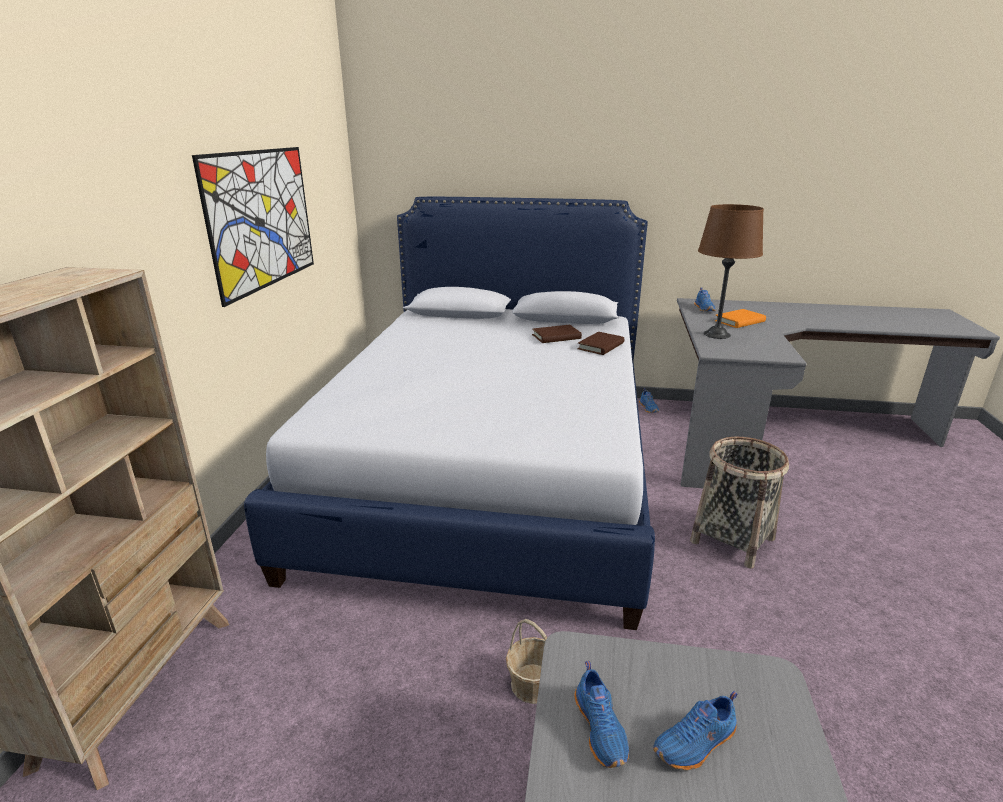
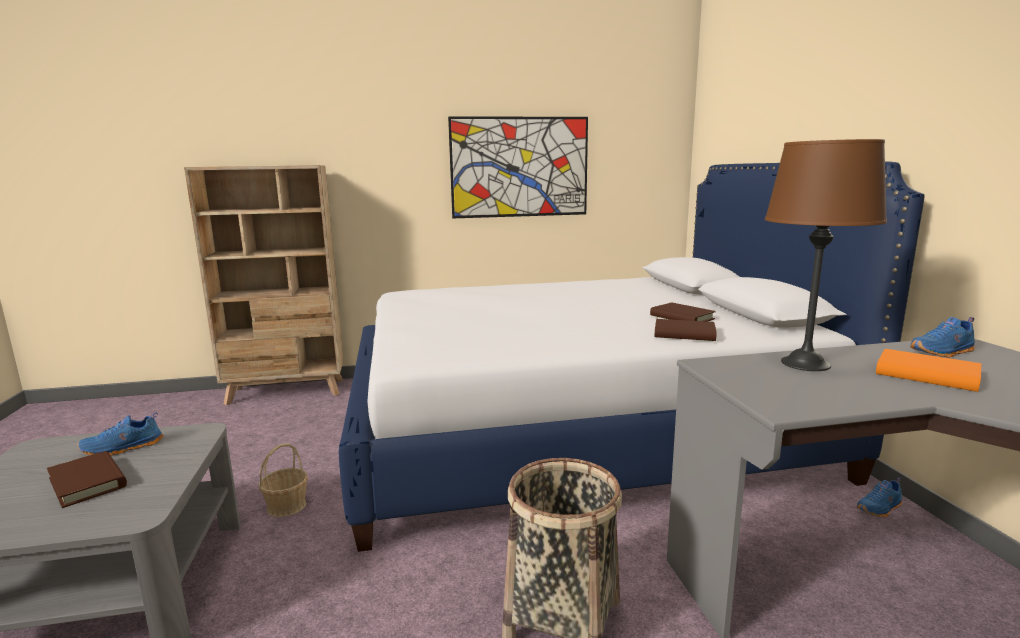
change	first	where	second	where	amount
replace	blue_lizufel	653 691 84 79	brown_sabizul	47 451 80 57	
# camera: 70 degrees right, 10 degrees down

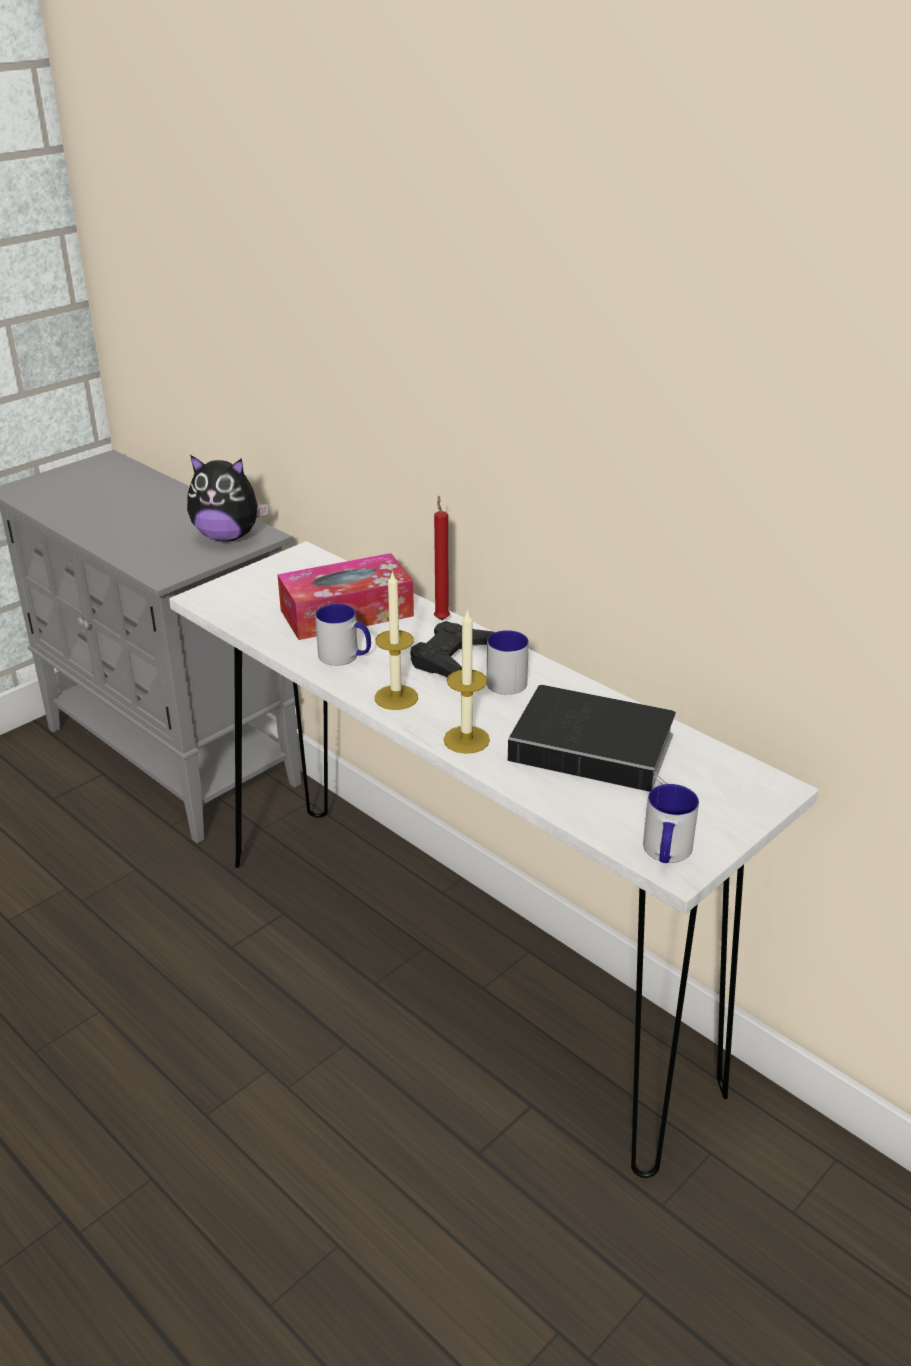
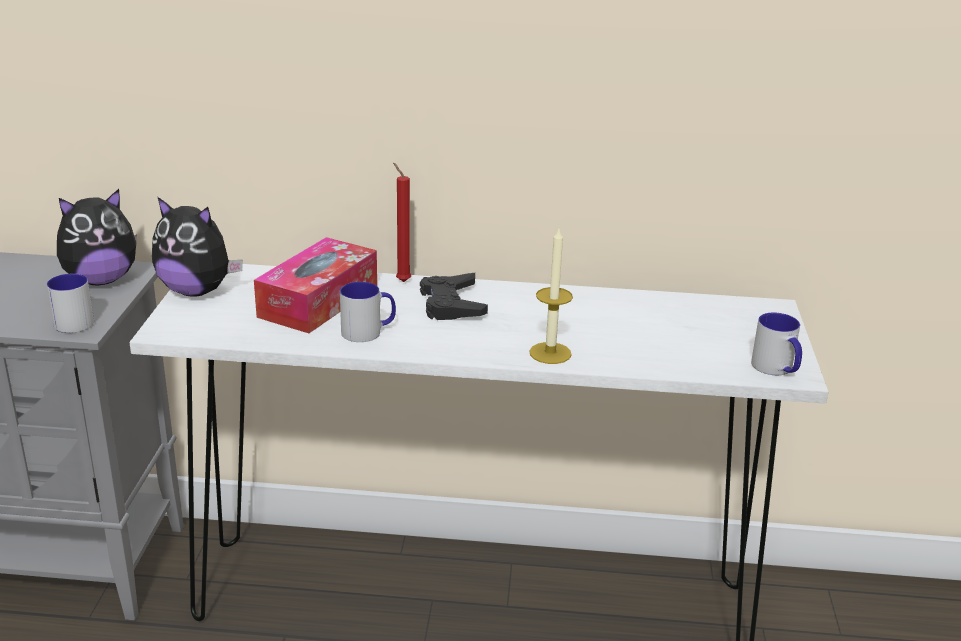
change	first	where	second	where	amount
move	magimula	487 630 42 65		47 274 47 59	
insert			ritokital	152 197 91 100	
delete	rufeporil	375 570 43 140			
delete	sabizul	508 685 168 107			
# camera: 40 degrees left, 5 degrees down

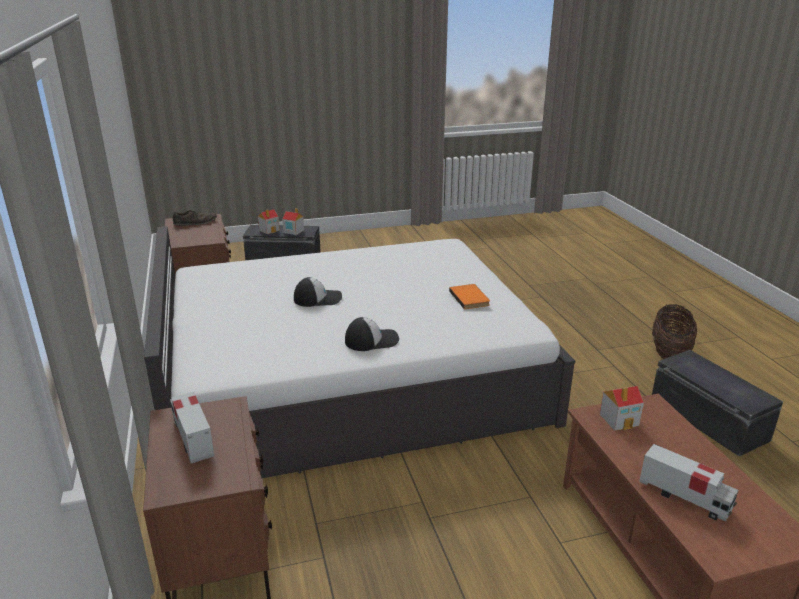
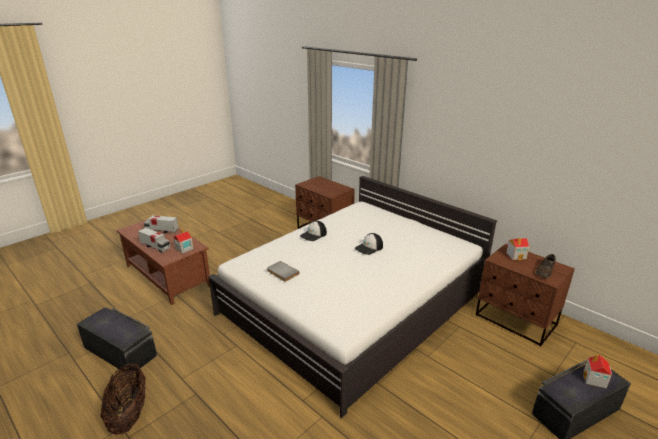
change	first	where	second	where	amount
move	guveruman	170 392 44 71		138 228 32 25	
recolor	orange_sabizul	449 284 41 25	grey_sabizul	267 261 33 21	
move	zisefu	282 208 22 27		506 238 23 22	
# camera: 150 degrees right, 0 degrees up

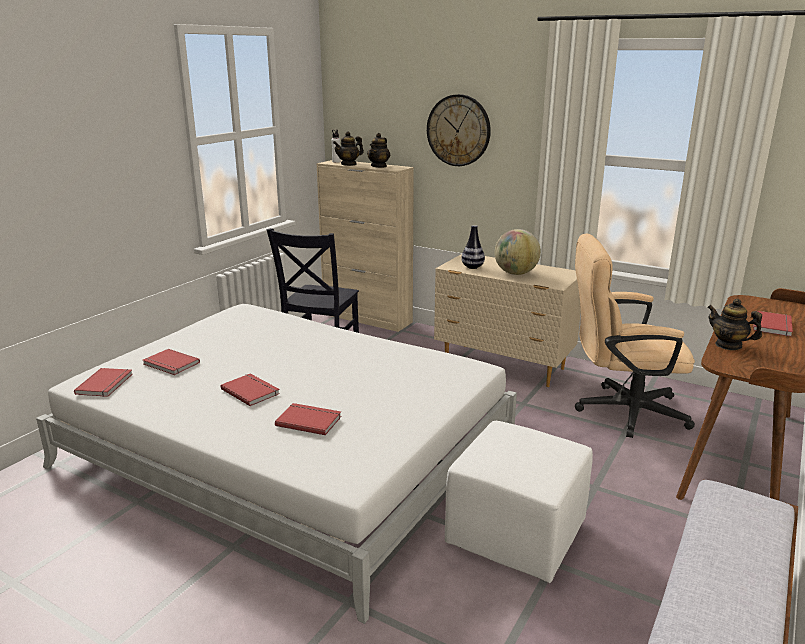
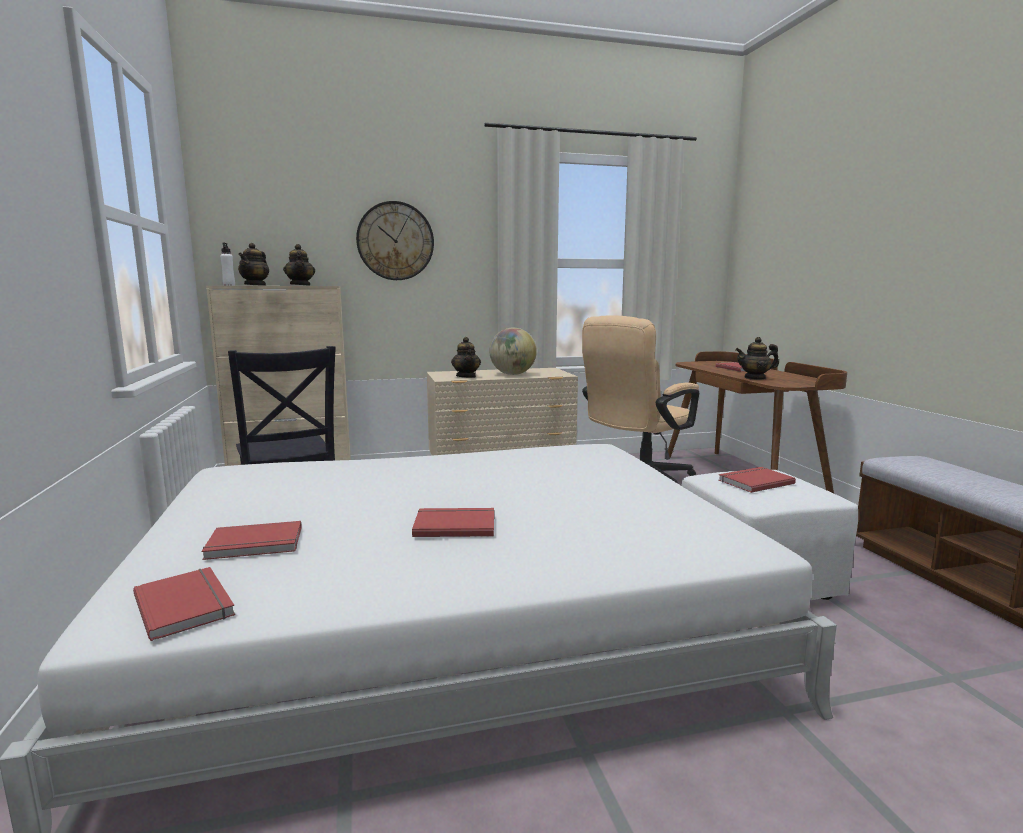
change	first	where	second	where	amount
replace	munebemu	461 225 24 44	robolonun	451 337 30 41	
move	red_sabizul	275 403 66 32		719 467 77 26	
# camera: 45 degrees left, 10 degrees down

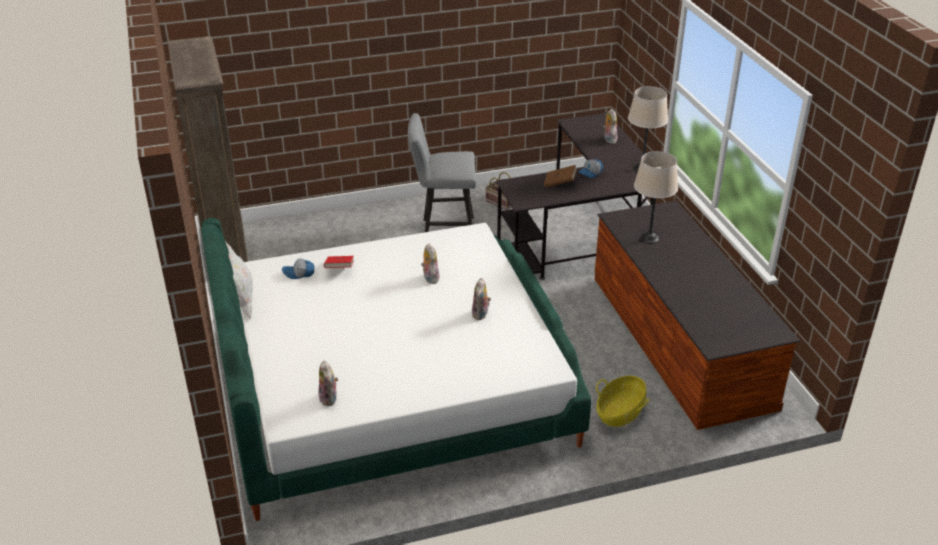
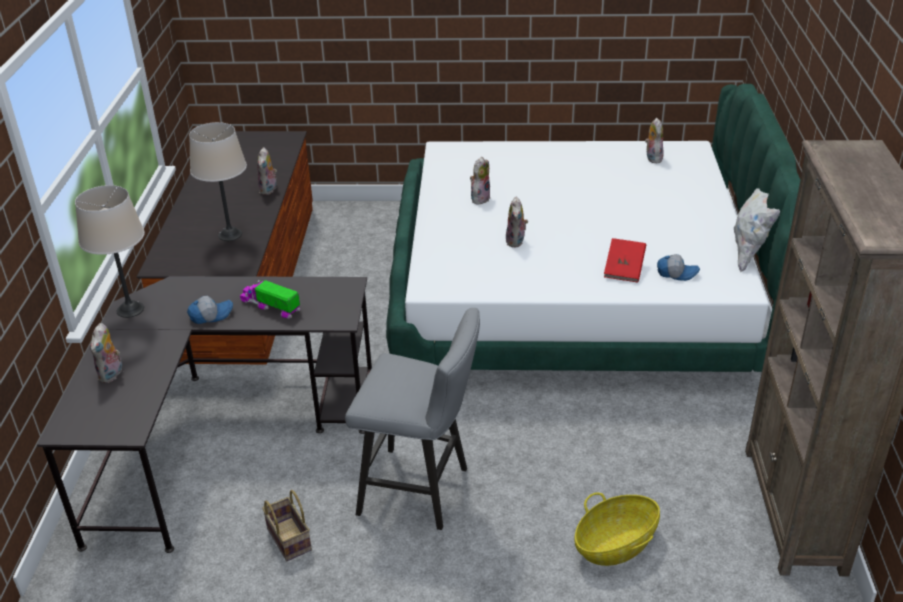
change	first	where	second	where	amount
replace	brown_sabizul	544 165 33 23	guveruman	240 280 61 39	
insert			ritokital	257 147 20 48	
move	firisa	596 376 53 51		574 492 86 74	
# camera: 160 degrees left, 0 degrees up

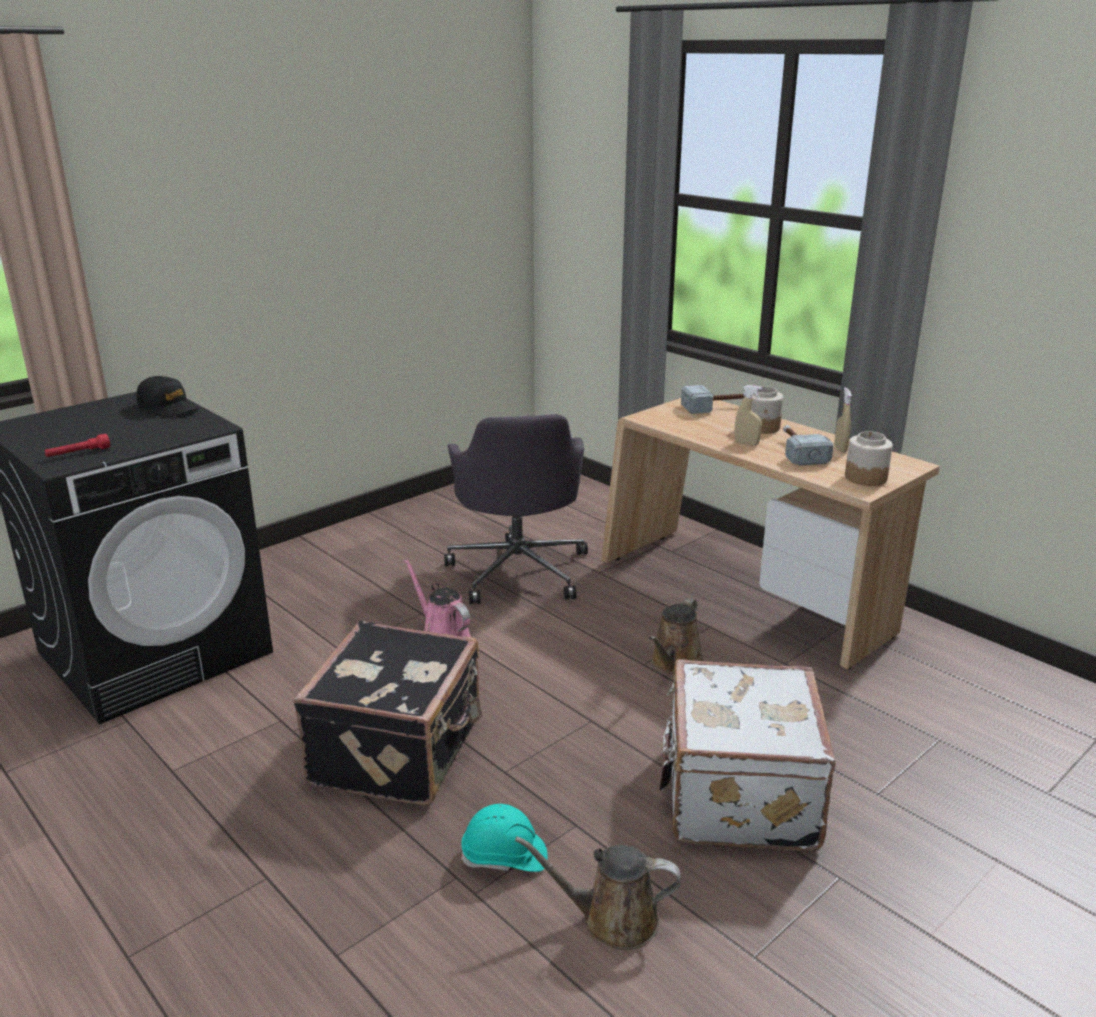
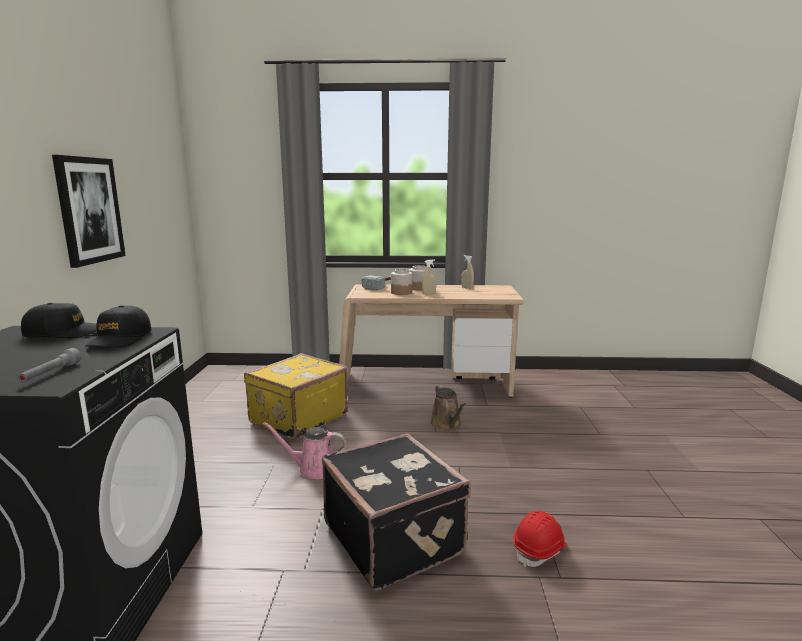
change	first	where	second	where	amount
recolor	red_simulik	44 434 66 23	grey_simulik	18 348 64 34	
insert			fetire	52 155 74 113	
insert			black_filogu	85 305 67 42	
replace	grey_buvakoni	444 414 144 190	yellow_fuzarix	244 353 104 87	
move	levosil	845 431 48 55		391 269 21 26	
recolor	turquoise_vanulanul	461 804 87 68	red_vanulanul	513 511 54 56	
delete	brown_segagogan	515 836 166 114			
delete	white_fuzarix	659 659 177 192			
delete	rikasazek	783 425 51 41			
# camera: 45 degrees left, 10 degrees down

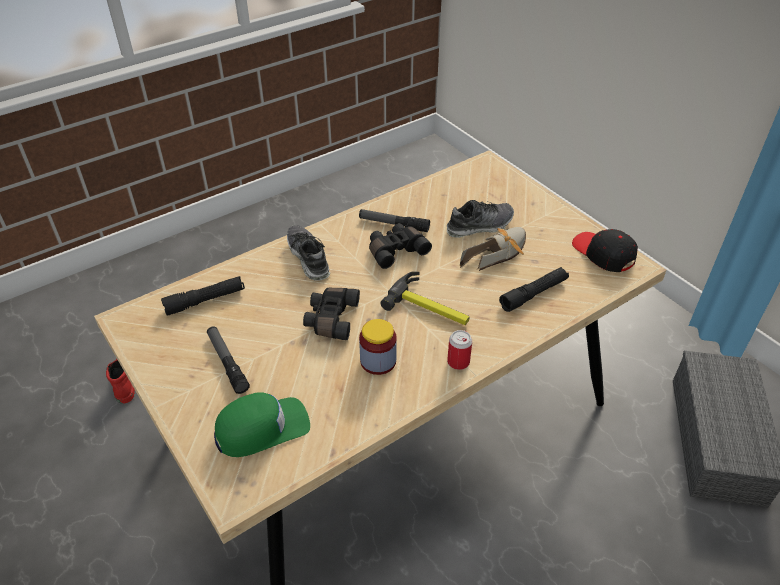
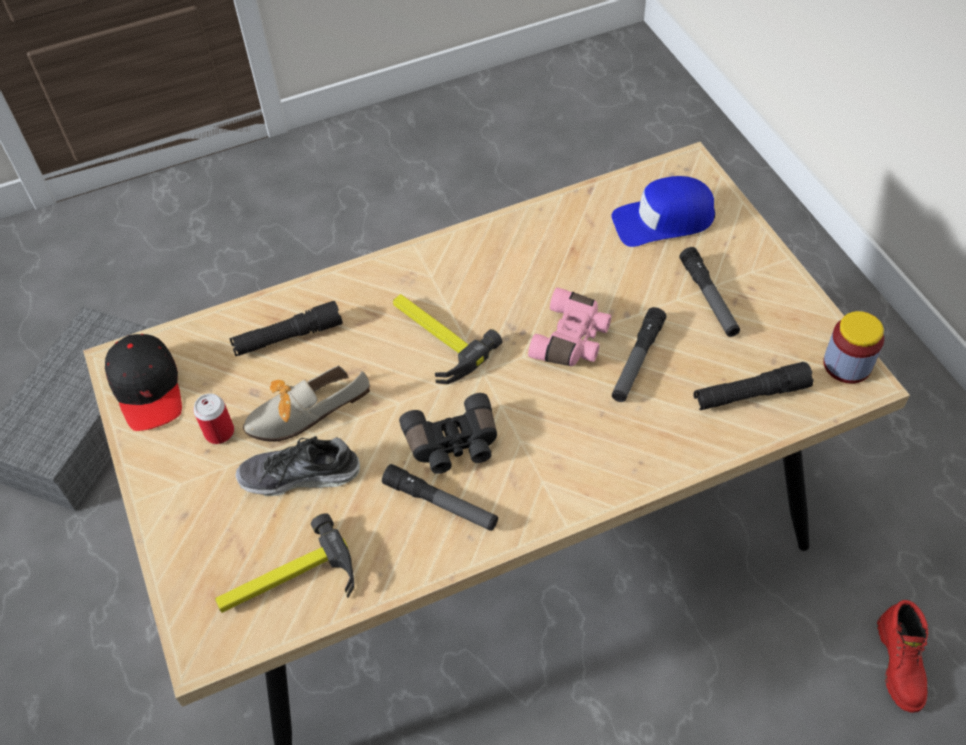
change	first	where	second	where	amount
move	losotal	447 330 25 40		193 393 41 51	
insert			rikasazek	215 513 139 100	
recolor	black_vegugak	303 288 57 52	pink_vegugak	528 288 83 78	
recolor	green_filogu	214 392 96 65	blue_filogu	612 176 103 71	
insert			simulik	612 307 54 95	
move	levosil	359 319 38 56		823 311 61 73	
delete	lizufel	287 225 43 56			
# camera: 165 degrees left, 10 degrees up

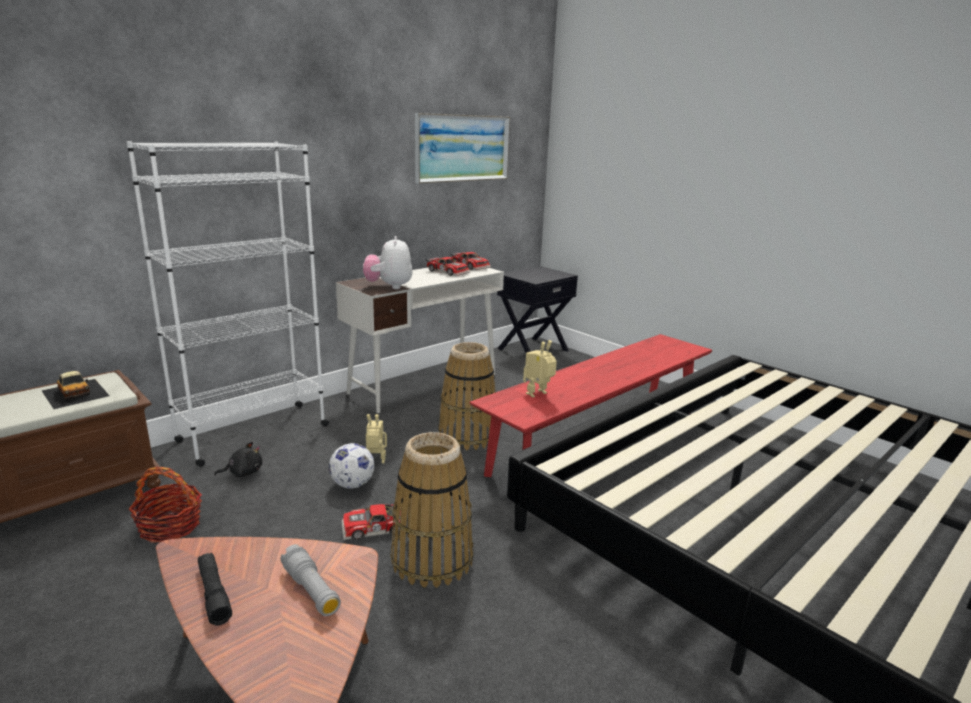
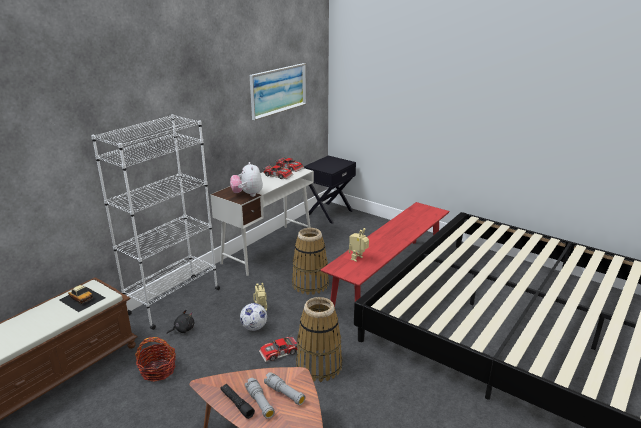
change	first	where	second	where	amount
insert			grey_simulik	245 378 30 41	
# camera: 10 degrees left, 5 degrees up

